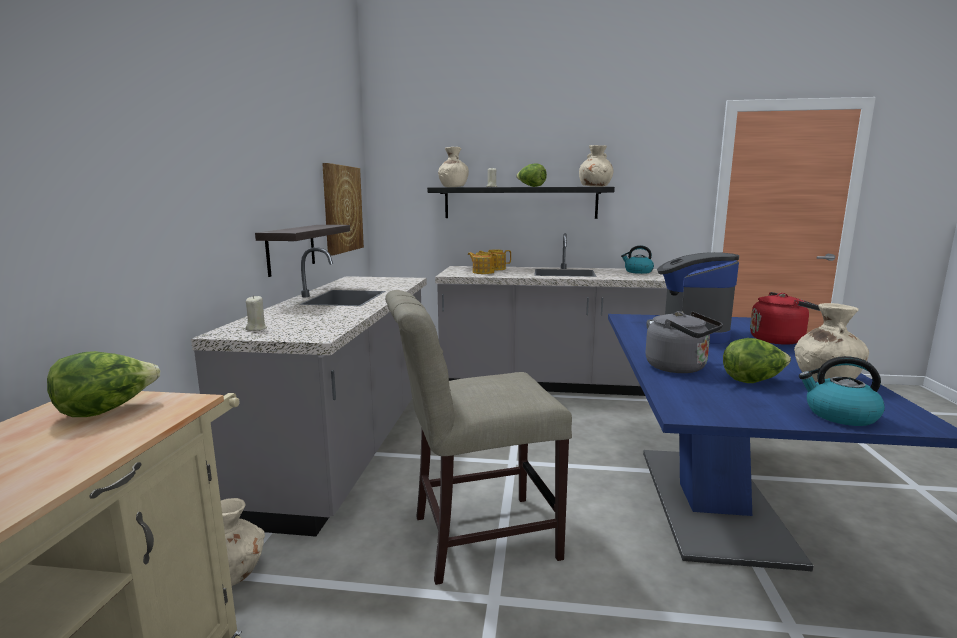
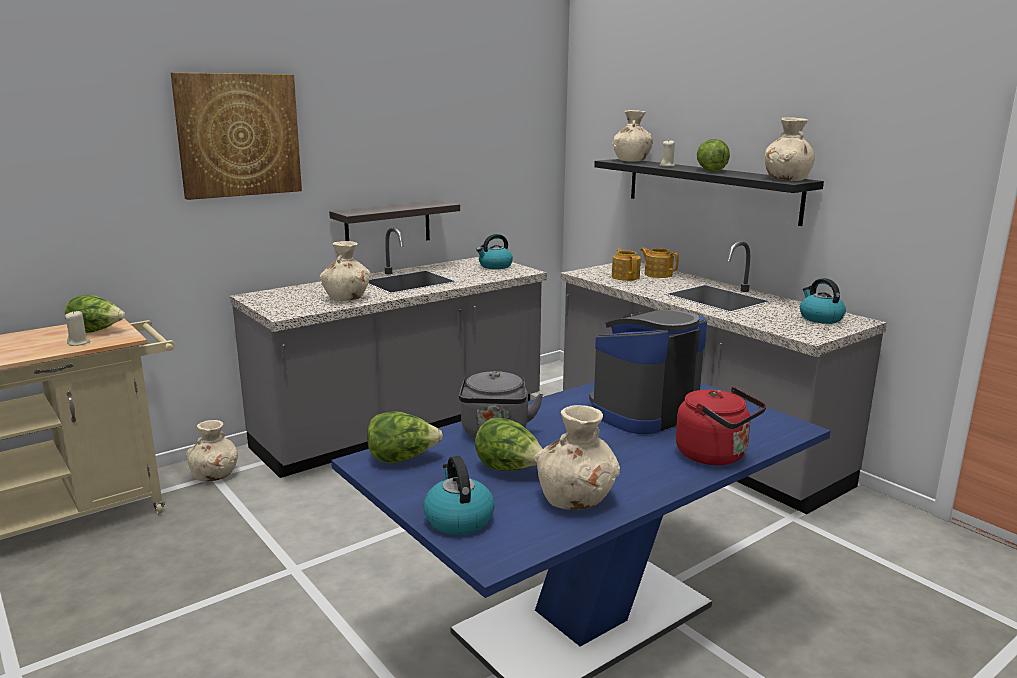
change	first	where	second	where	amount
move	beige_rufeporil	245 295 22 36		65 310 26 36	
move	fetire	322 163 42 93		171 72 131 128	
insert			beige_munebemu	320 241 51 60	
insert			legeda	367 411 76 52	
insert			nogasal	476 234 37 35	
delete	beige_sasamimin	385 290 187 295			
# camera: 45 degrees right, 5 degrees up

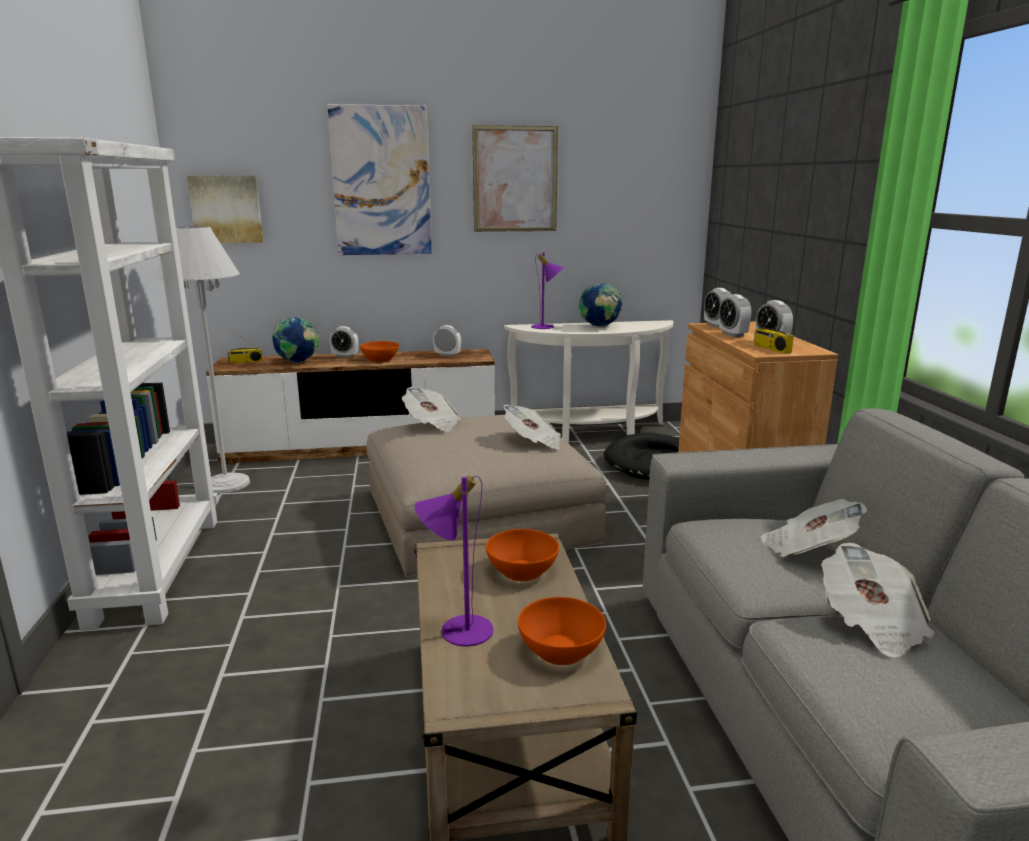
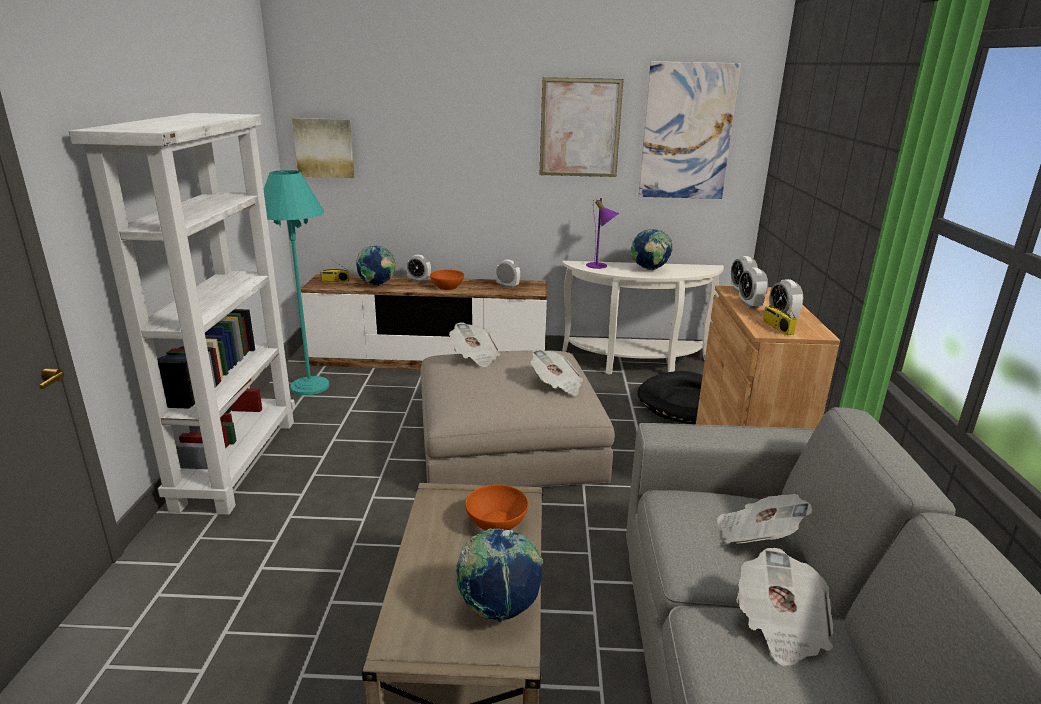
change	first	where	second	where	amount
recolor	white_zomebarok	155 226 95 267	turquoise_zomebarok	263 170 67 225	
replace	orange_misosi	518 597 88 68	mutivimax	456 528 87 94	
move	fetire	327 104 105 151		639 61 102 138	
delete	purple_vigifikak	414 476 80 171			
# camera: 10 degrees right, 5 degrees up

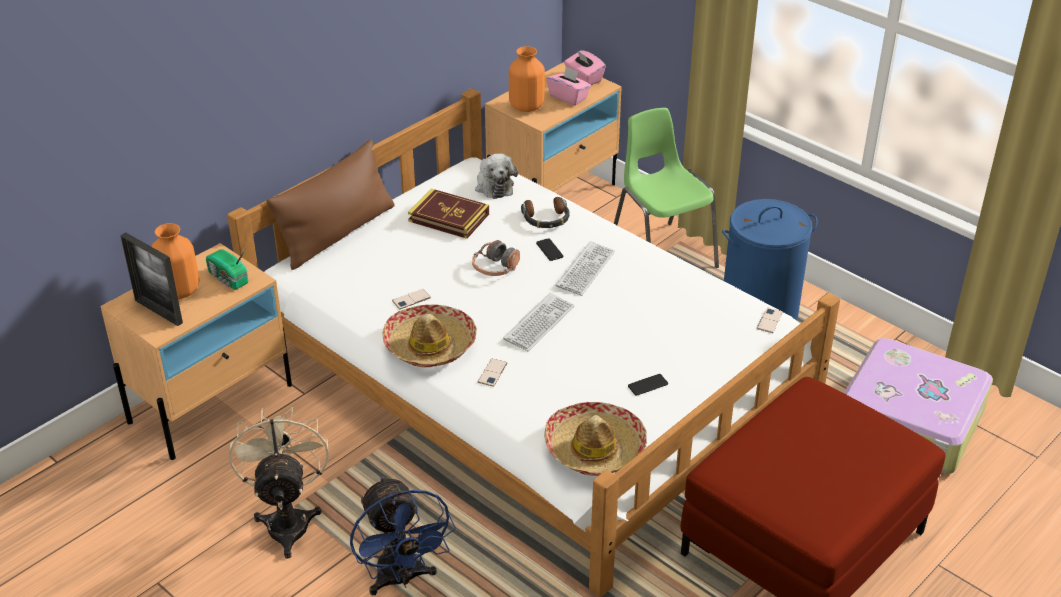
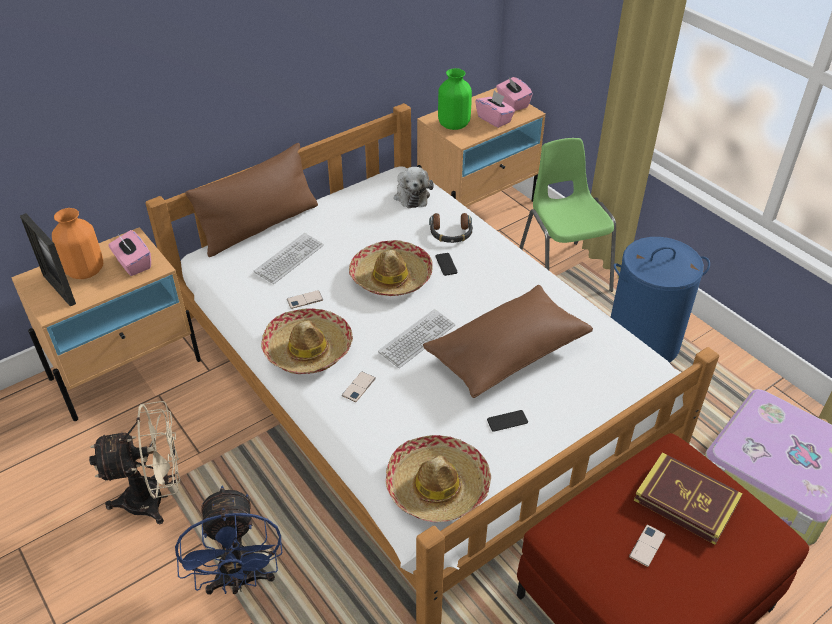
change	first	where	second	where	amount
rotate	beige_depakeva	229 407 100 152		89 401 91 123	75 degrees clockwise
replace	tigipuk	206 248 42 42	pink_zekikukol	108 230 43 46	
move	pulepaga	556 241 59 55		254 233 70 51	
replace	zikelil	472 240 48 36	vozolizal	349 240 84 56	
insert			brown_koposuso	423 285 170 113	
recolor	orange_munebemu	509 46 36 66	green_munebemu	438 68 34 62	
move	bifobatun	757 307 26 26		629 525 37 42	
move	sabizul	408 189 81 50		634 452 109 93	
# camera: 10 degrees right, 5 degrees up

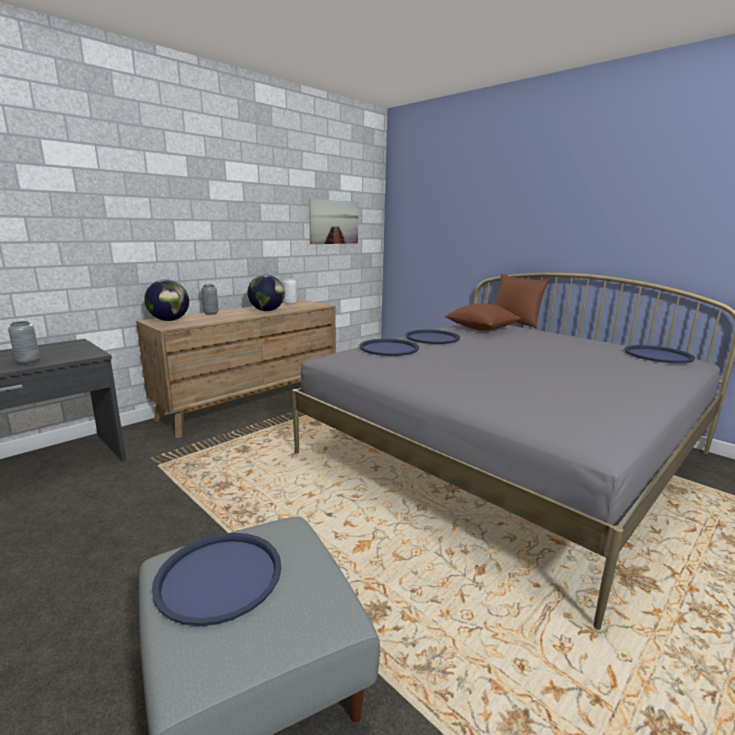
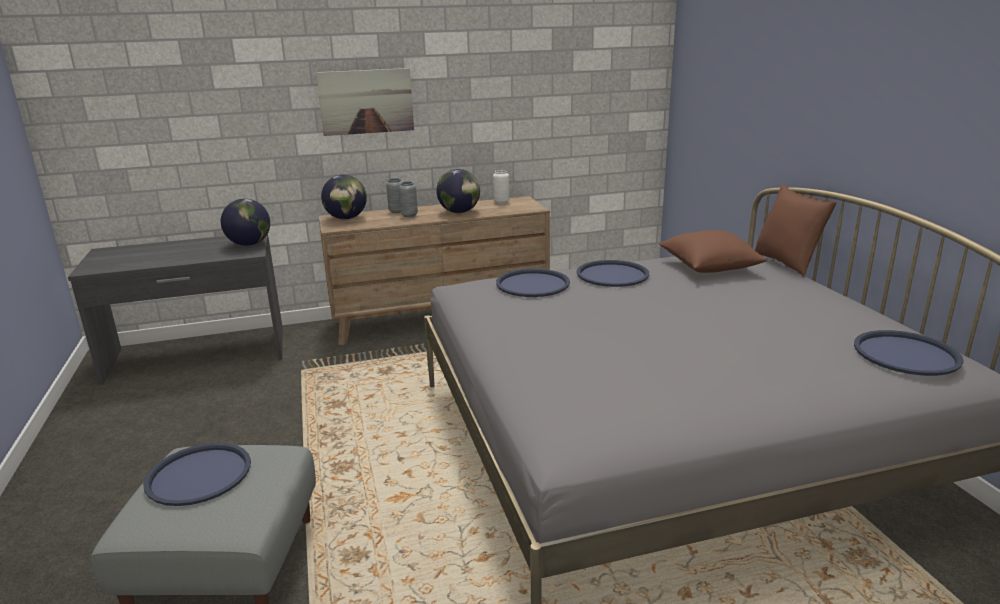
change	first	where	second	where	amount
insert			mutivimax	221 199 49 47	
move	fetire	309 198 49 46		316 68 98 68	
move	grey_munebemu	8 321 32 44		399 181 19 36	
# camera: 30 degrees right, 5 degrees up

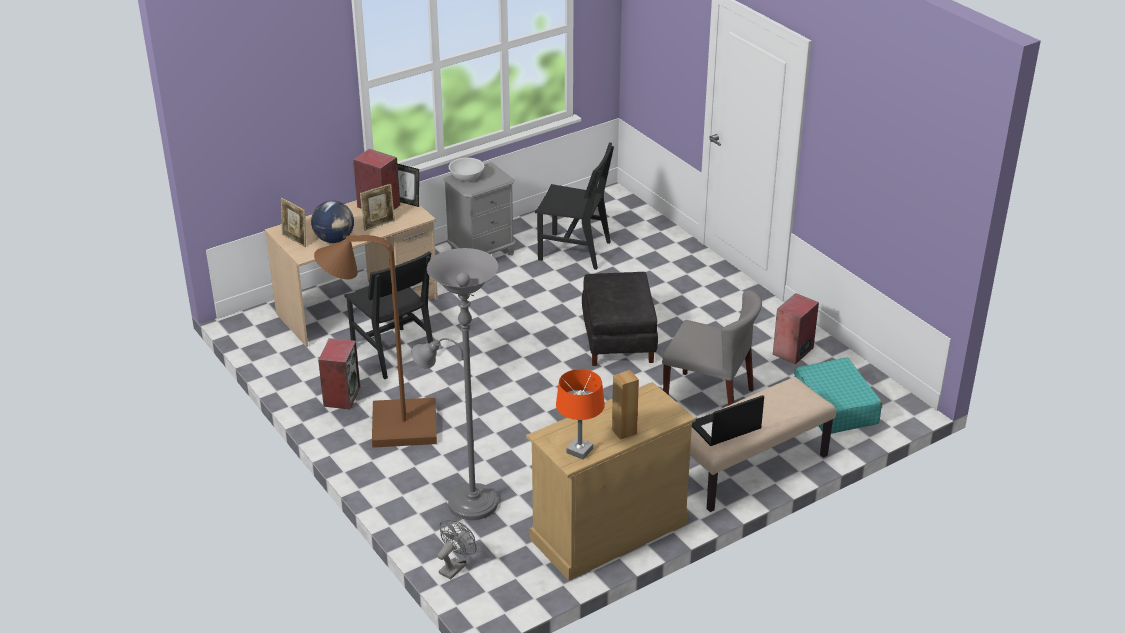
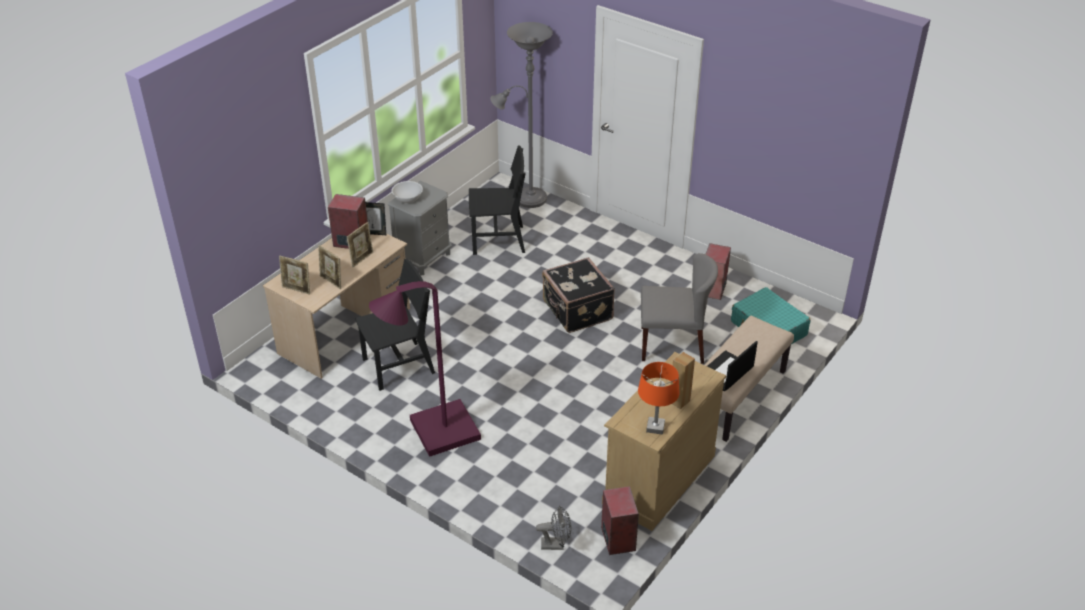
change	first	where	second	where	amount
replace	mutivimax	311 201 43 42	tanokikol	318 245 23 44	
rotate	black_sasamimin	344 251 89 128		355 259 80 132	60 degrees counterclockwise
recolor	brown_zomebarok	314 235 123 213	purple_zomebarok	369 281 112 176	
move	grey_zomebarok	411 248 87 272		490 22 63 186	
rotate	grey_depakeva	438 520 38 60		536 505 35 45	75 degrees clockwise
replace	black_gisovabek	582 272 76 94	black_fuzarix	542 257 73 76	
move	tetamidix	318 338 42 71		601 486 38 69	
# camera: 20 degrees left, 5 degrees up

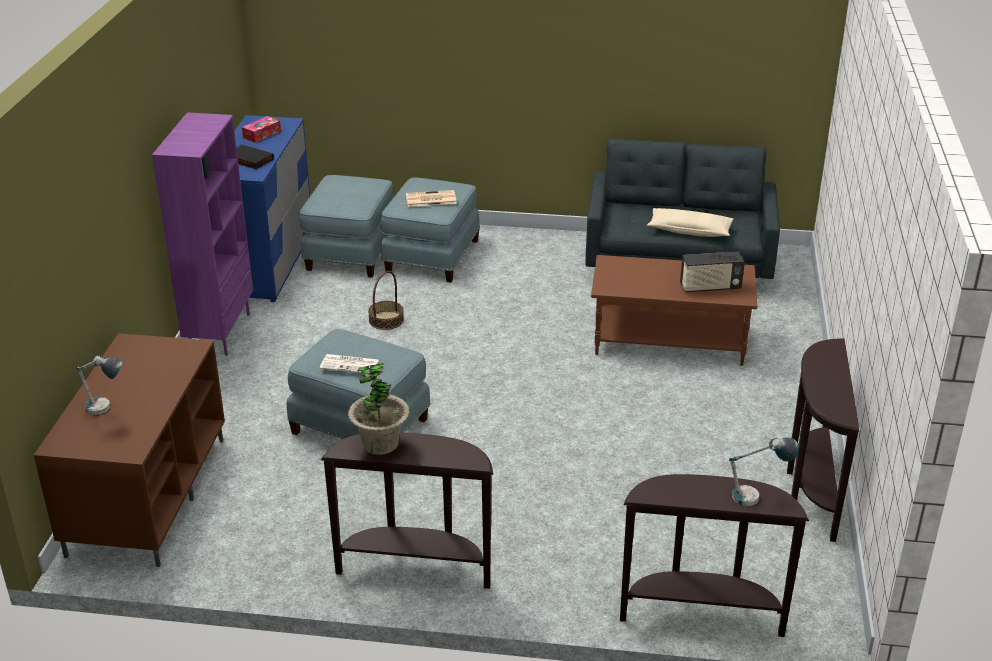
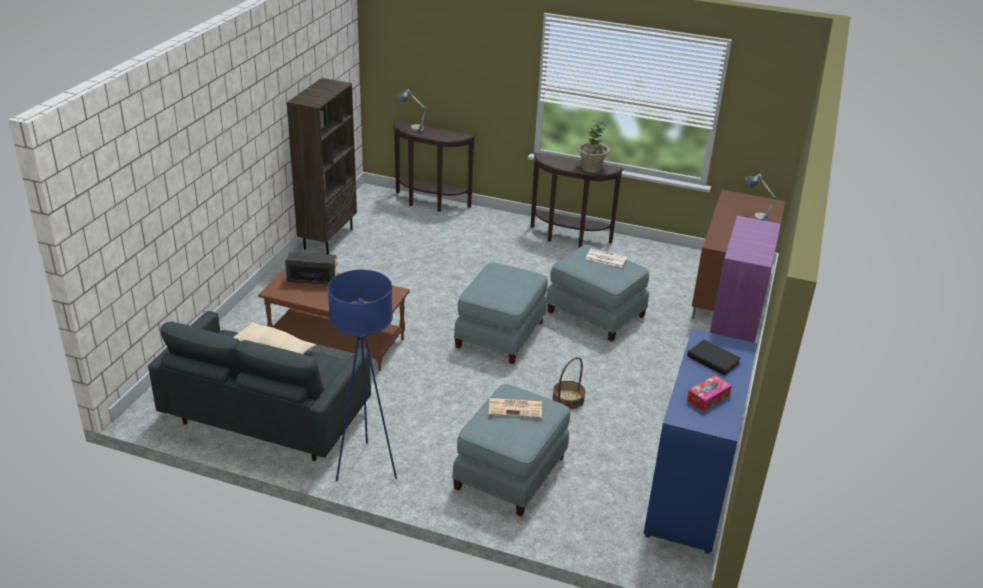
change	first	where	second	where	amount
replace	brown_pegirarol	787 338 72 204	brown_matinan	287 78 70 176	
insert			blue_zomebarok	327 270 70 211	
move	blue_gisovabek	299 175 94 103		454 262 94 102	
# camera: 170 degrees left, 0 degrees up

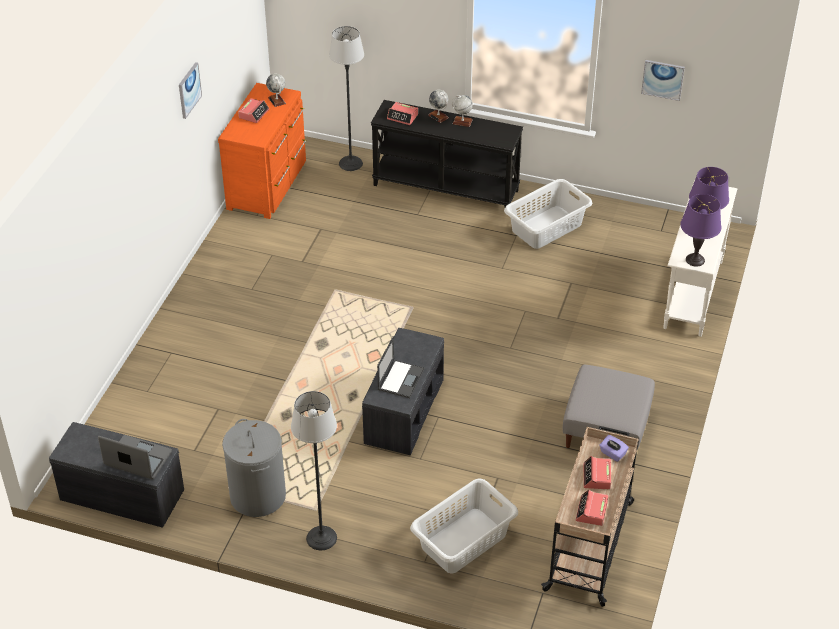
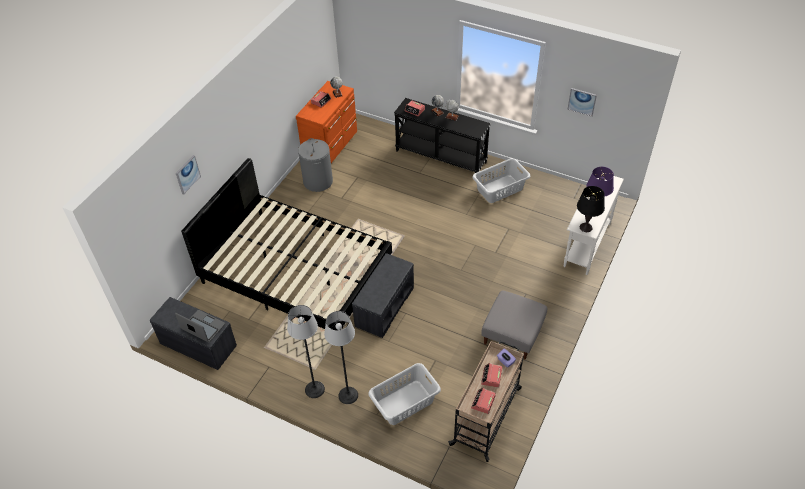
change	first	where	second	where	amount
move	fetire	179 62 23 57		176 155 25 40	
insert			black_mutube	181 158 211 172	
move	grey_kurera	222 419 64 98		298 138 35 54	
move	zomebarok	329 26 35 145		324 311 34 93	
recolor	purple_vigifikak	680 194 41 73	black_vigifikak	577 186 28 46	
delete	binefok	377 336 48 62			
# camera: 10 degrees right, 5 degrees up

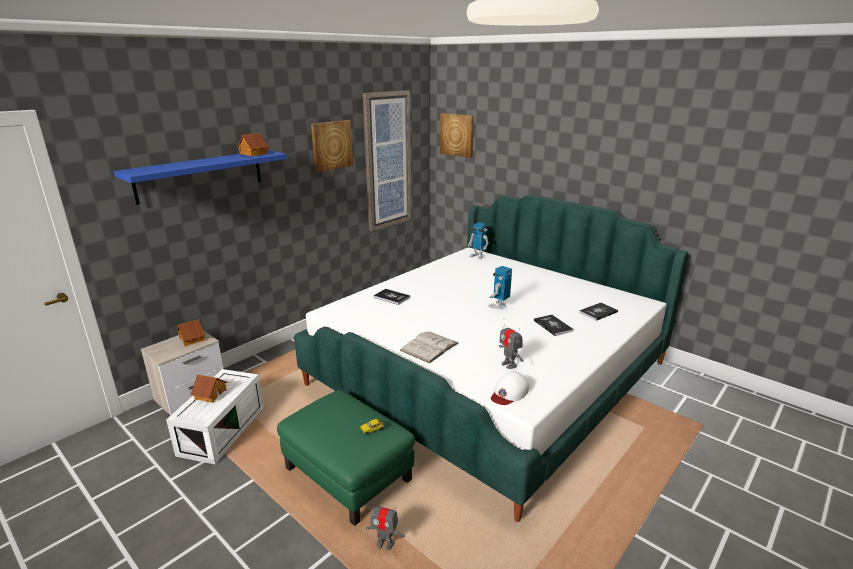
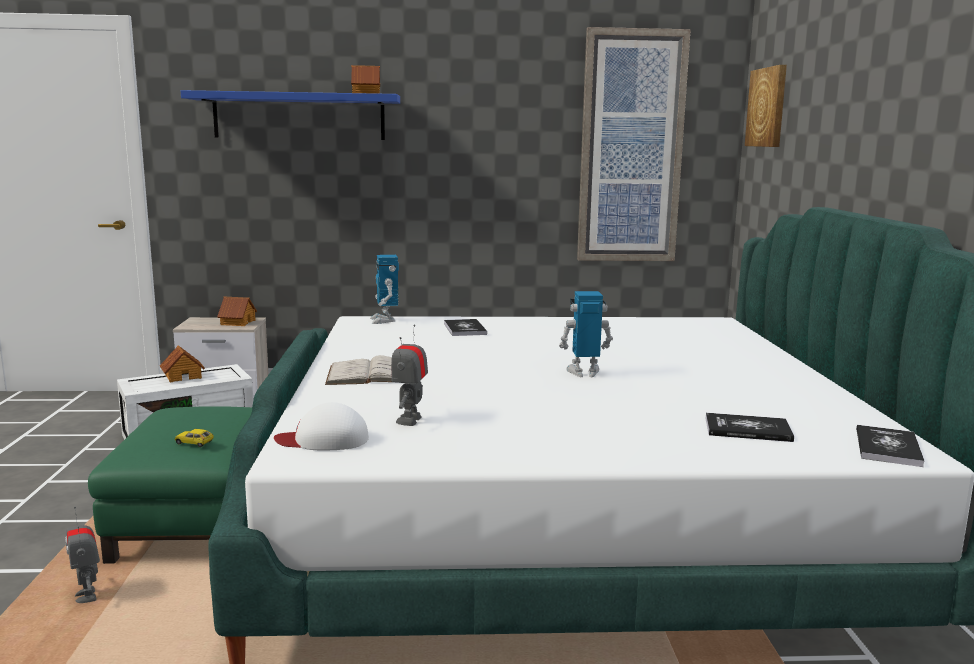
change	first	where	second	where	amount
move	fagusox	468 222 21 37		370 255 29 69	
move	sabizul	534 315 40 21		856 425 68 42	
delete	fetire	311 120 42 52			
# camera: 45 degrees right, 10 degrees down

